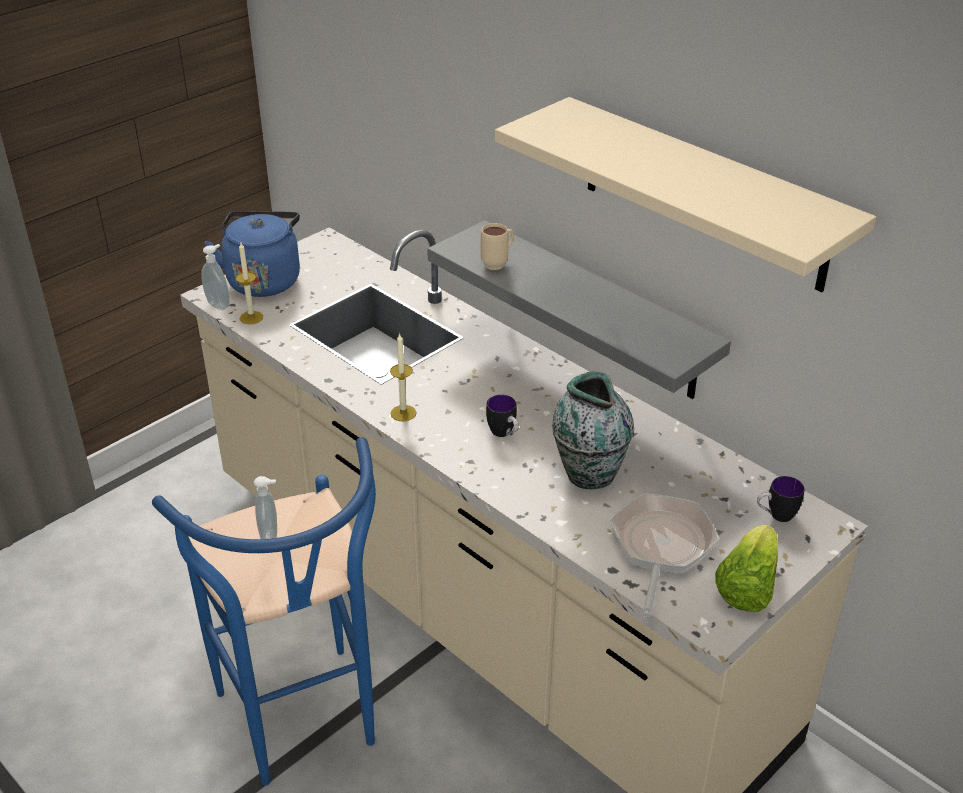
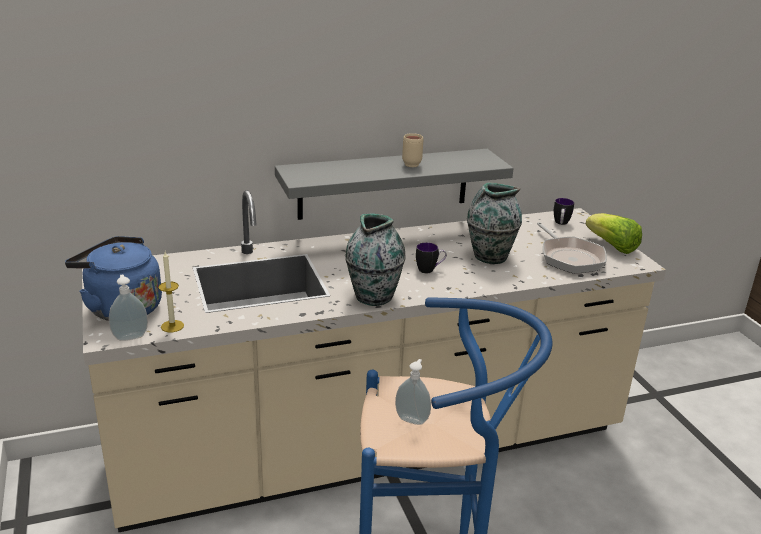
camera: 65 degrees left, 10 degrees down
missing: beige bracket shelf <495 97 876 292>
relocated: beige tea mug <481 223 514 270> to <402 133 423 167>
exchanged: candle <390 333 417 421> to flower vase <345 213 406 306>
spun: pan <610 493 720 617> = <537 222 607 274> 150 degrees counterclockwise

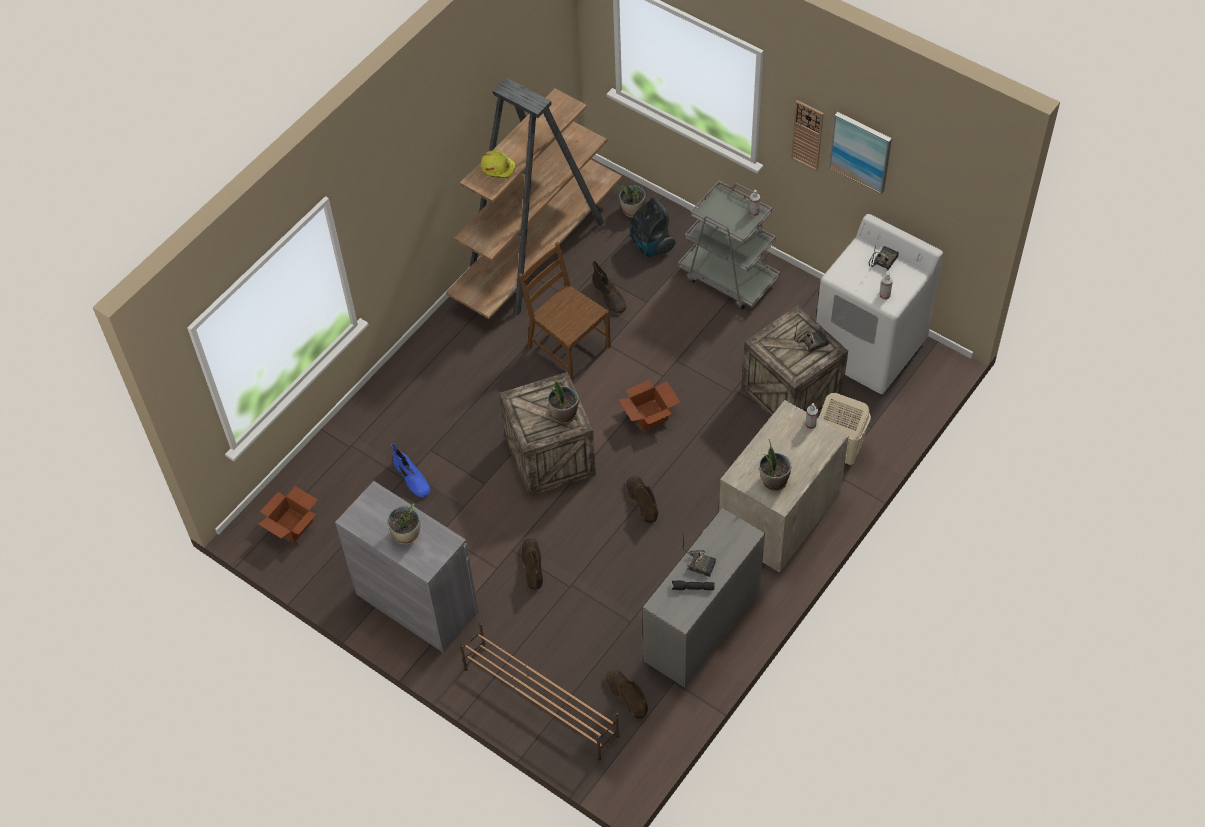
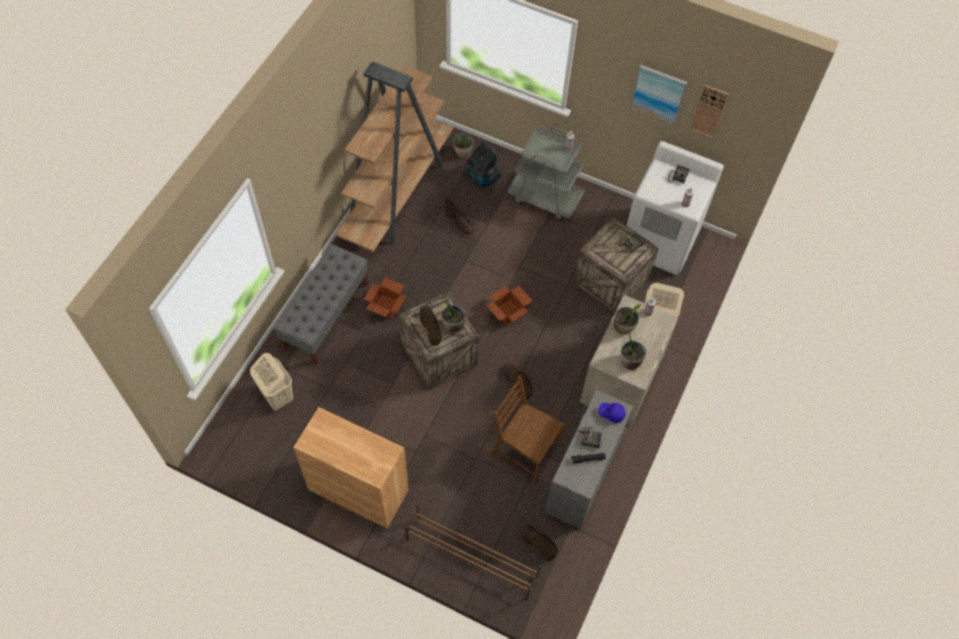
camera: 15 degrees left, 5 degrees up
missing: blue tall boot <391 443 431 497>; yellowish safety helmet <481 151 515 179>
appeared: beige hamper <250 353 293 411>; greyish long seat <274 244 368 365>; blue cap <598 403 626 423>
relocated: packing box <258 486 318 543> to <364 278 406 319>; houseplant <387 504 420 544> to <614 304 642 335>; brown plain chair <519 242 611 382> to <491 376 565 483>; brown tall boot <521 538 543 590> to <419 306 442 346>; clock on the wall <791 100 824 171> to <691 85 729 139>
colour: greyish cupboard <335 481 479 653> to brown cupboard <293 407 409 529>

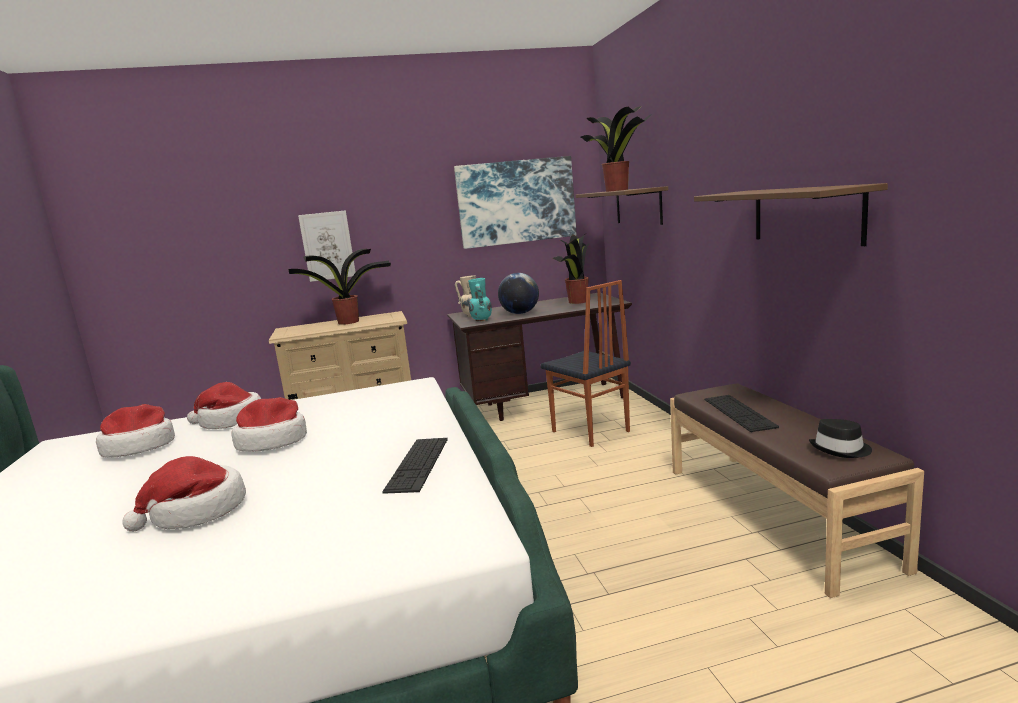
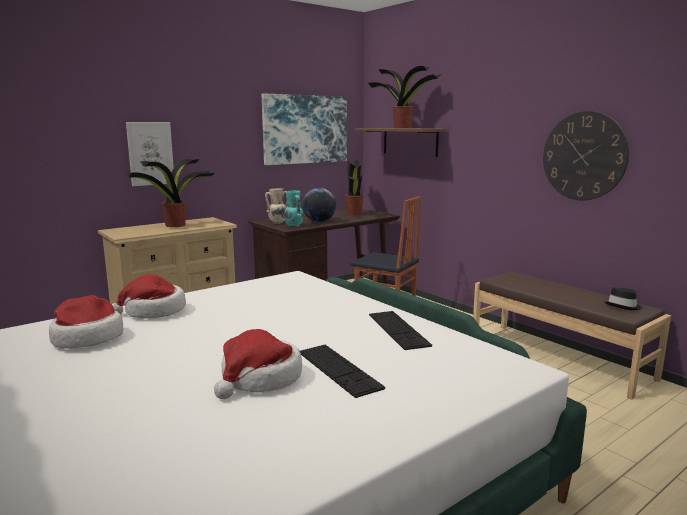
camera: 25 degrees left, 0 degrees up
missing: wearable hat <231 397 307 452>
relocated: PC keyboard <705 395 779 432> to <300 345 385 398>
exchanged: brown bracket shelf <694 183 888 246> to clock on the wall <543 111 629 200>

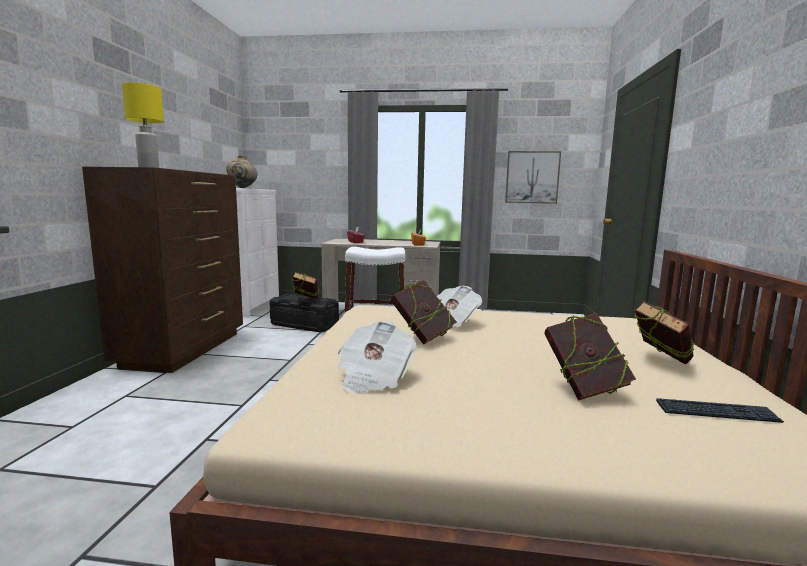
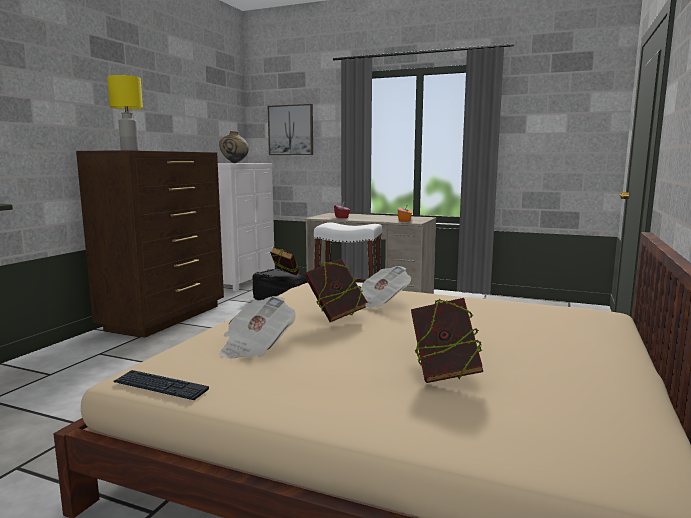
camera: 15 degrees right, 0 degrees up
missing: bound book <635 301 695 365>
relocated: wall art <505 151 561 204> to <268 104 313 155>; PC keyboard <656 398 784 423> to <113 370 209 400>

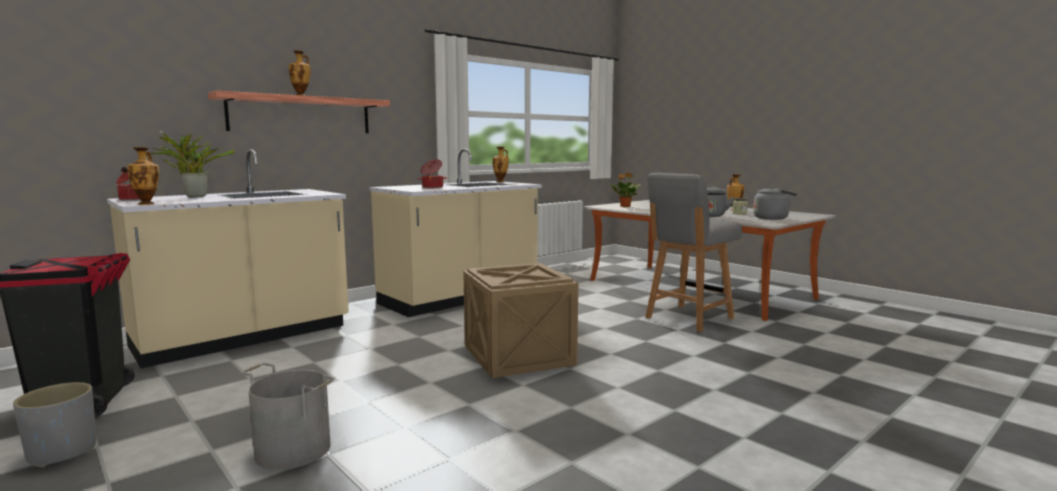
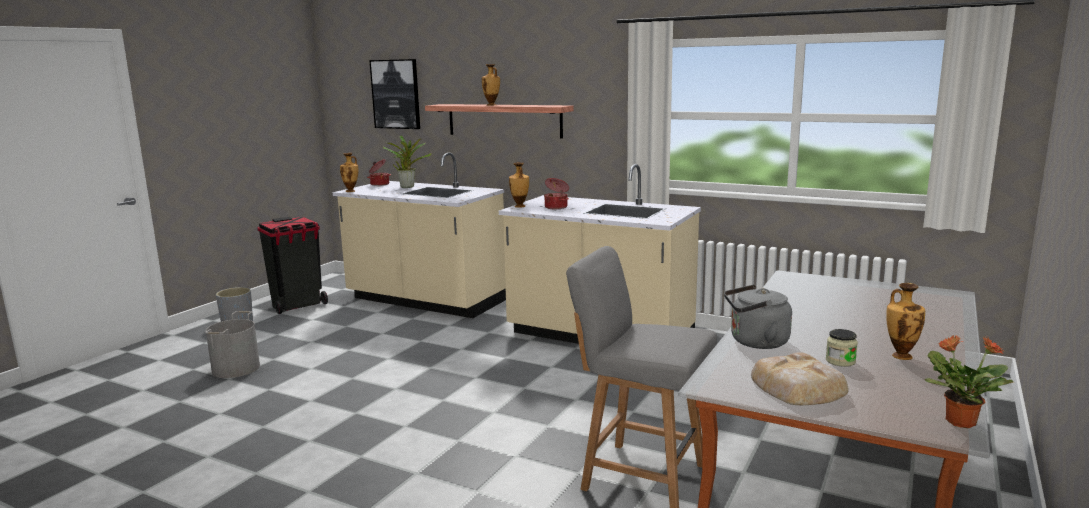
camera: 70 degrees right, 5 degrees up
missing: shipping crate <463 263 578 378>
appeared: wall art <369 59 420 129>
relocated: flower vase <493 147 509 182> to <509 162 529 208>; houseplant <610 173 640 207> to <925 335 1014 428>
exchanged: greyish tea kettle <753 186 797 220> to bread <751 352 849 405>

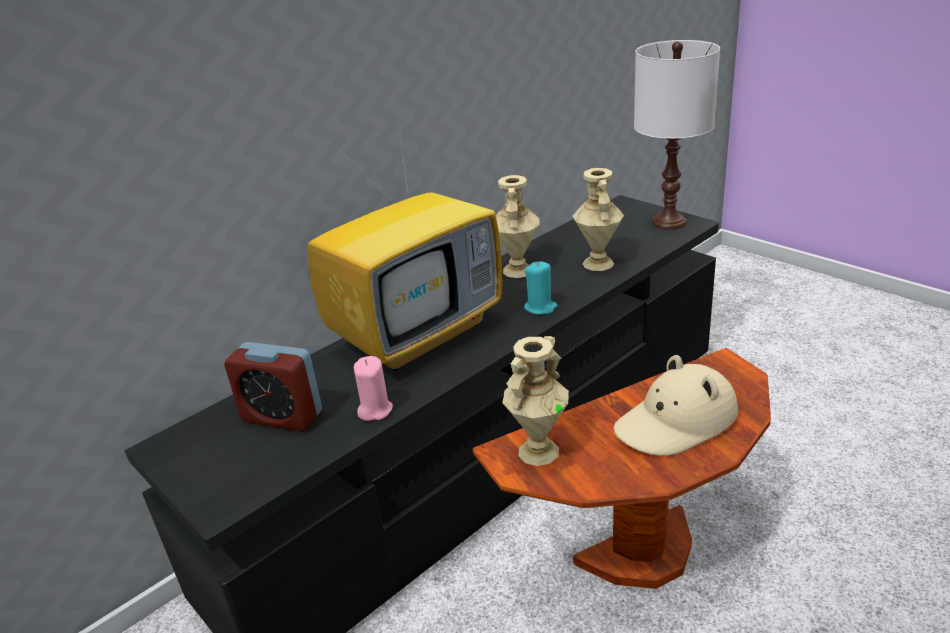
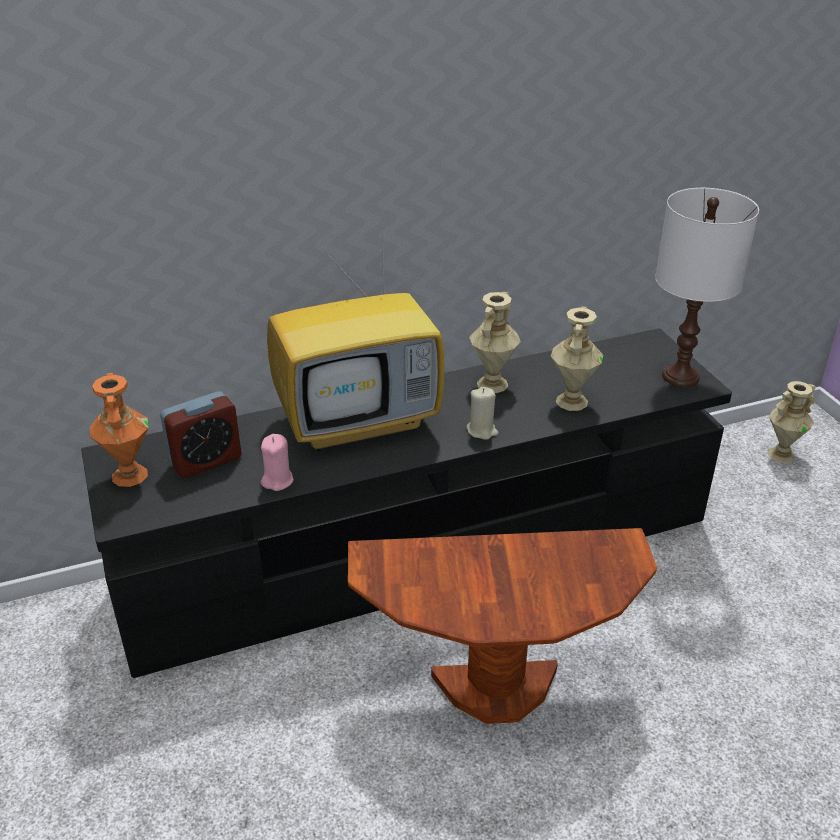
camera: 20 degrees right, 5 degrees up
missing: beige wearable hat <614 355 738 456>
appeared: orange-coloured flower vase <90 373 148 487>
relocated: beige flower vase <502 336 569 466> to <768 381 816 463>
colour: turquoise candle <524 262 557 315> to beige candle <467 387 499 440>
spun: table clock <224 342 322 431> = <160 391 242 478> 75 degrees counterclockwise

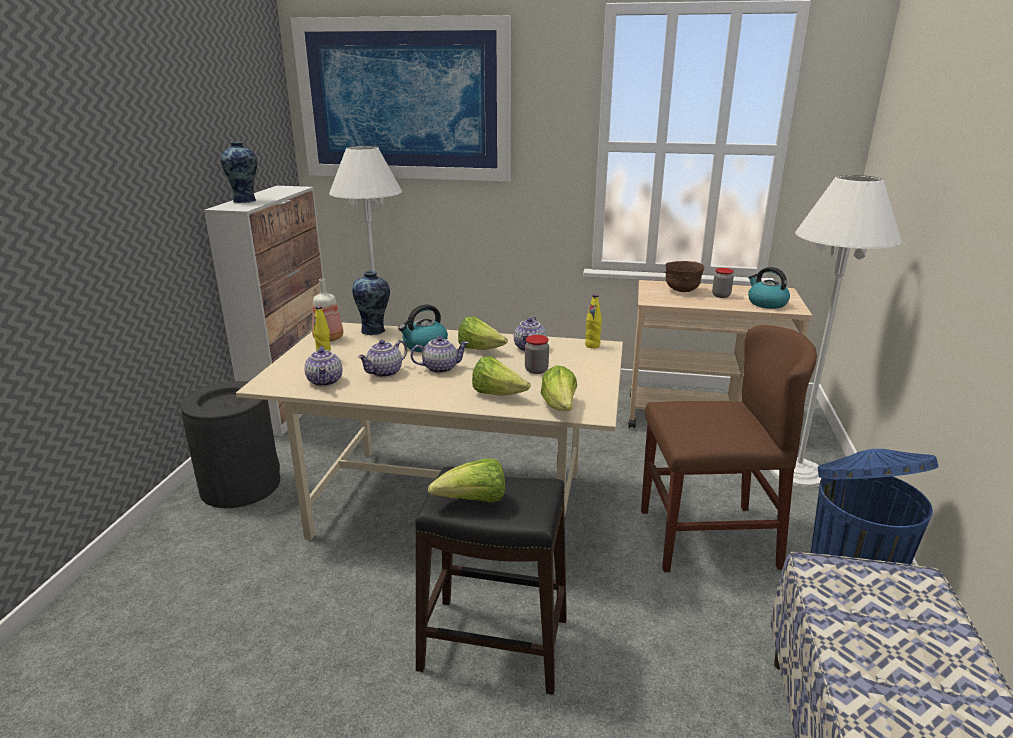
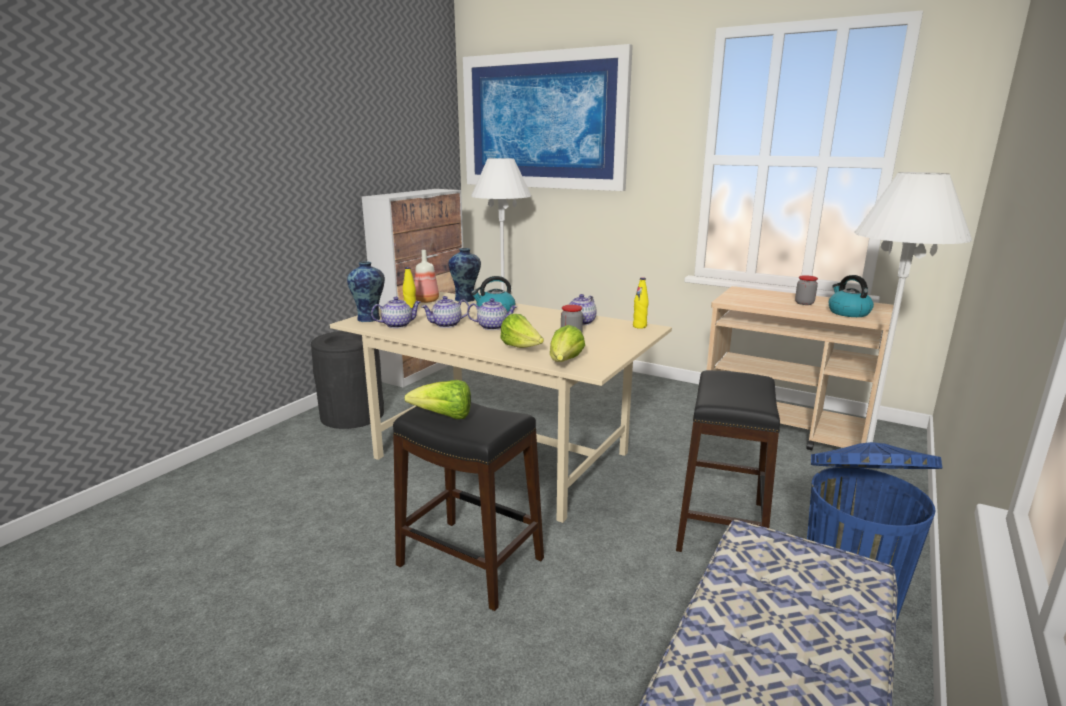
camera: 20 degrees right, 5 degrees down
missing: lettuce head <458 317 508 350>; brown bowl <665 261 705 292>
relocated: flower vase <220 142 257 203> to <347 261 385 322>
exchanged: brown plain chair <641 325 817 572> to black stool <676 370 780 552>
spun: pot for tea <304 346 342 387> = <371 297 421 328> 120 degrees counterclockwise

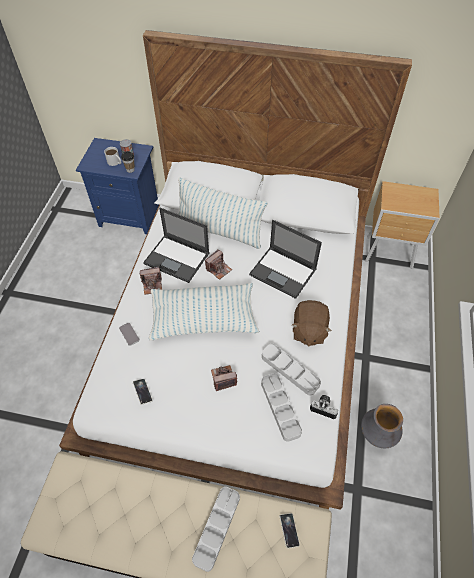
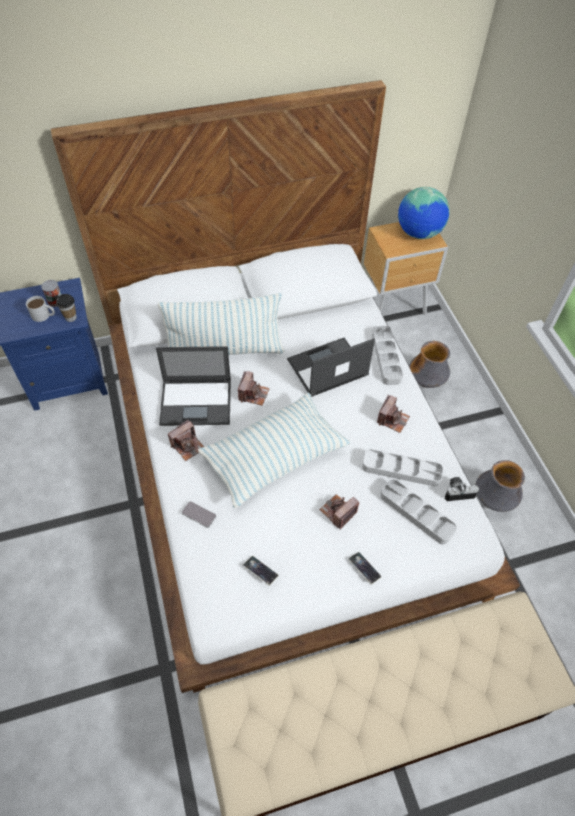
camera: 30 degrees left, 0 degrees up
appeared: desk globe <398 187 450 239>; flower vase <409 341 450 388>
relocated: greyish carrying tray <192 487 240 572> to <372 326 403 385>; telephone <279 513 300 548> to <348 552 381 585>
exchanged: brown cuddly toy <292 300 331 347> to still camera <377 394 410 433>
spun: laptop <249 220 322 299> = <287 338 375 397> 150 degrees clockwise

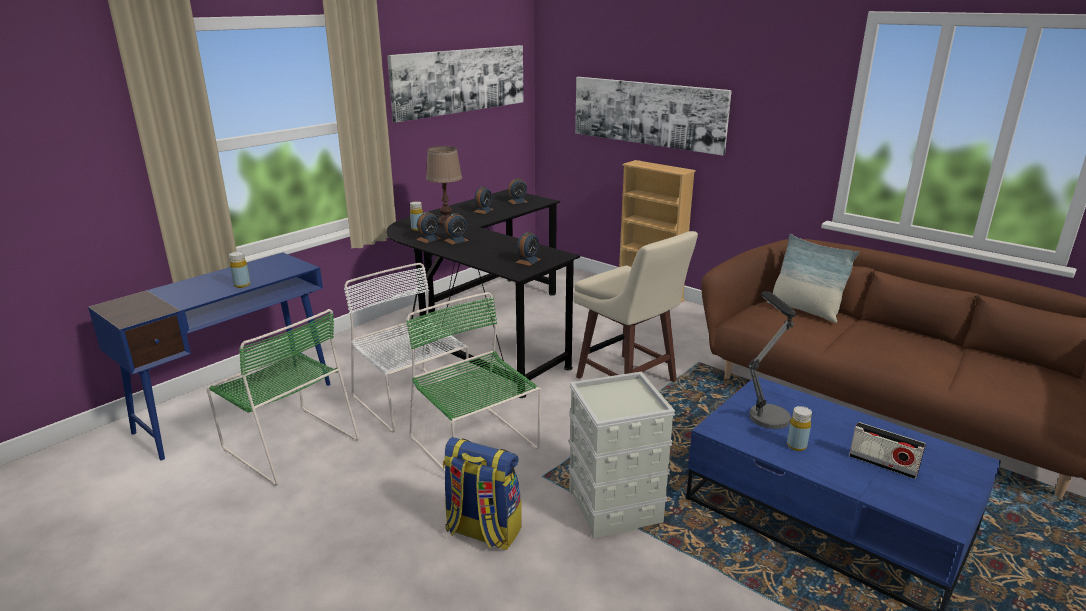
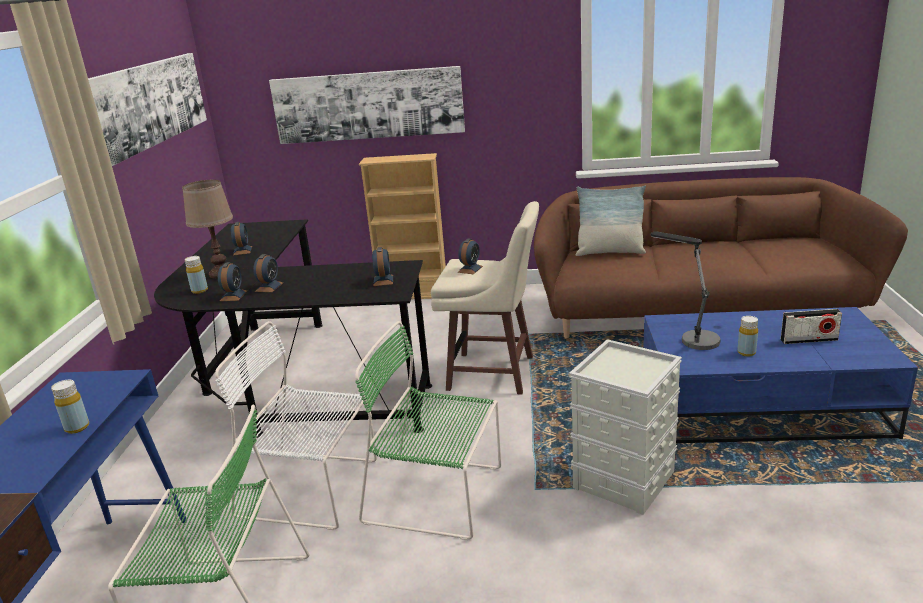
camera: 35 degrees left, 0 degrees up
missing: knapsack <443 437 522 550>
relocated: table clock <508 178 527 204> to <457 239 483 274>

